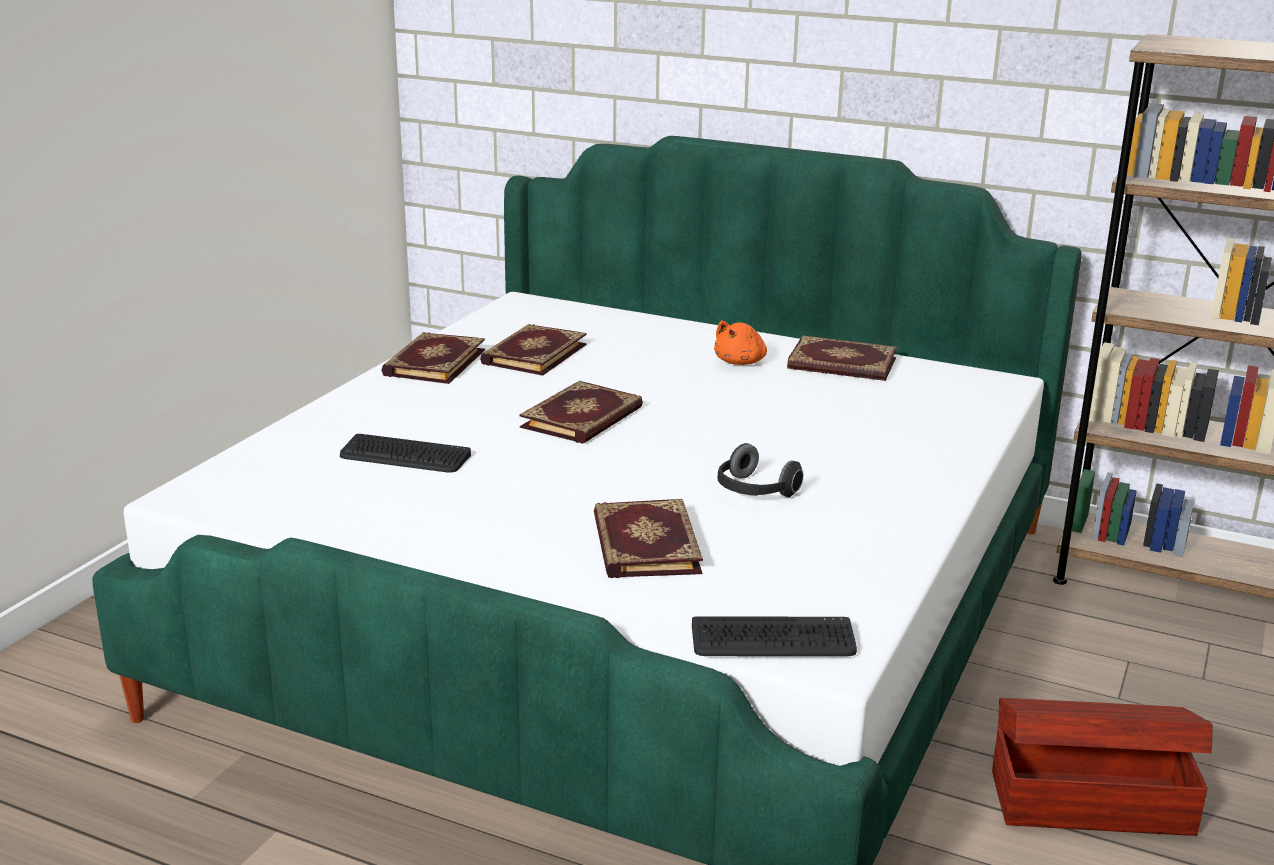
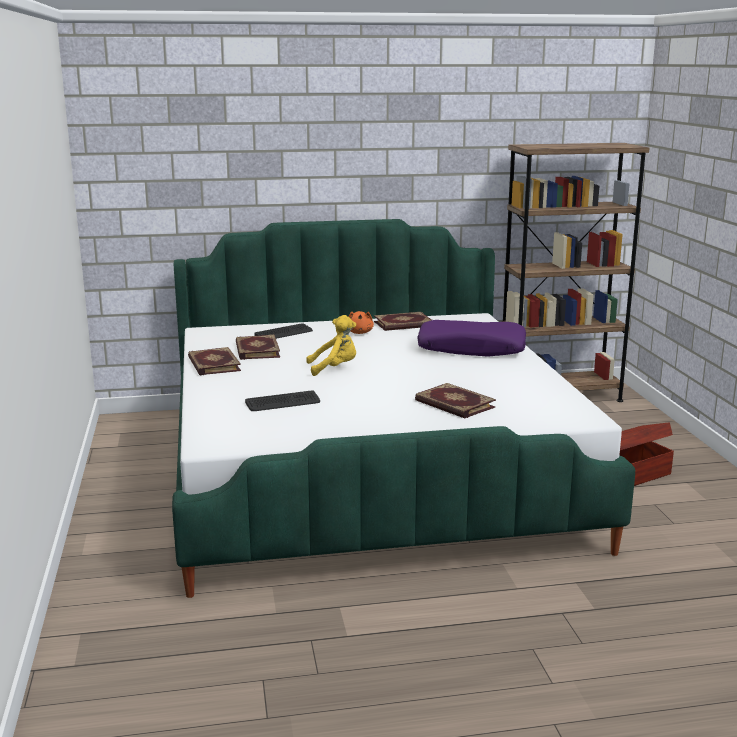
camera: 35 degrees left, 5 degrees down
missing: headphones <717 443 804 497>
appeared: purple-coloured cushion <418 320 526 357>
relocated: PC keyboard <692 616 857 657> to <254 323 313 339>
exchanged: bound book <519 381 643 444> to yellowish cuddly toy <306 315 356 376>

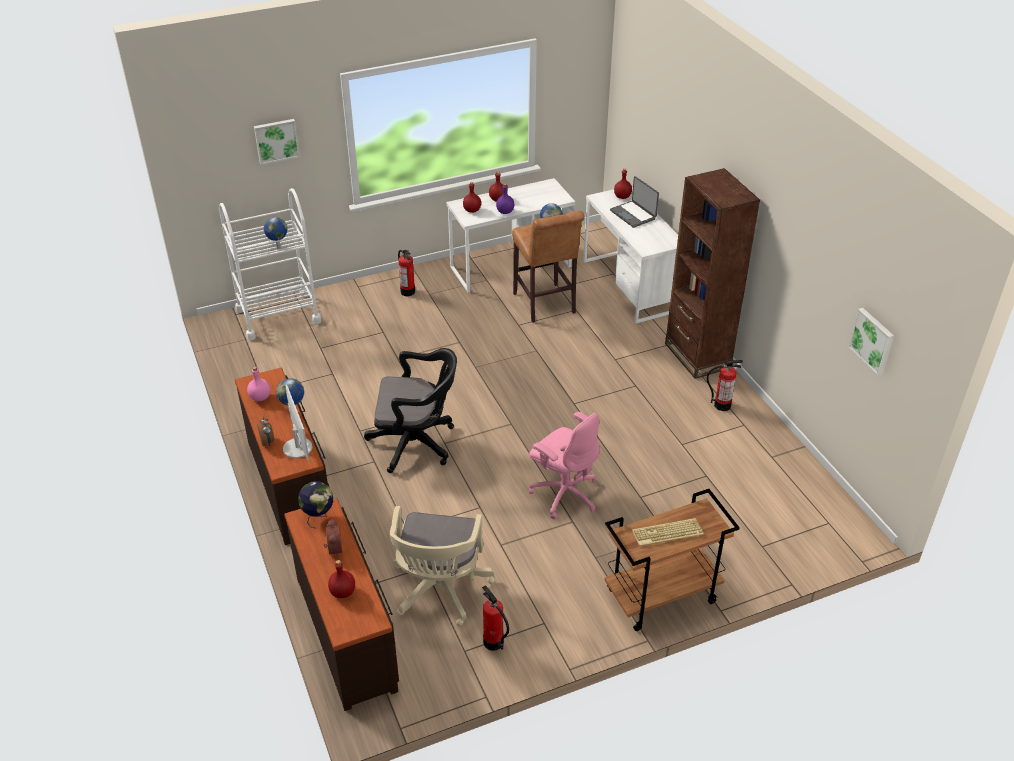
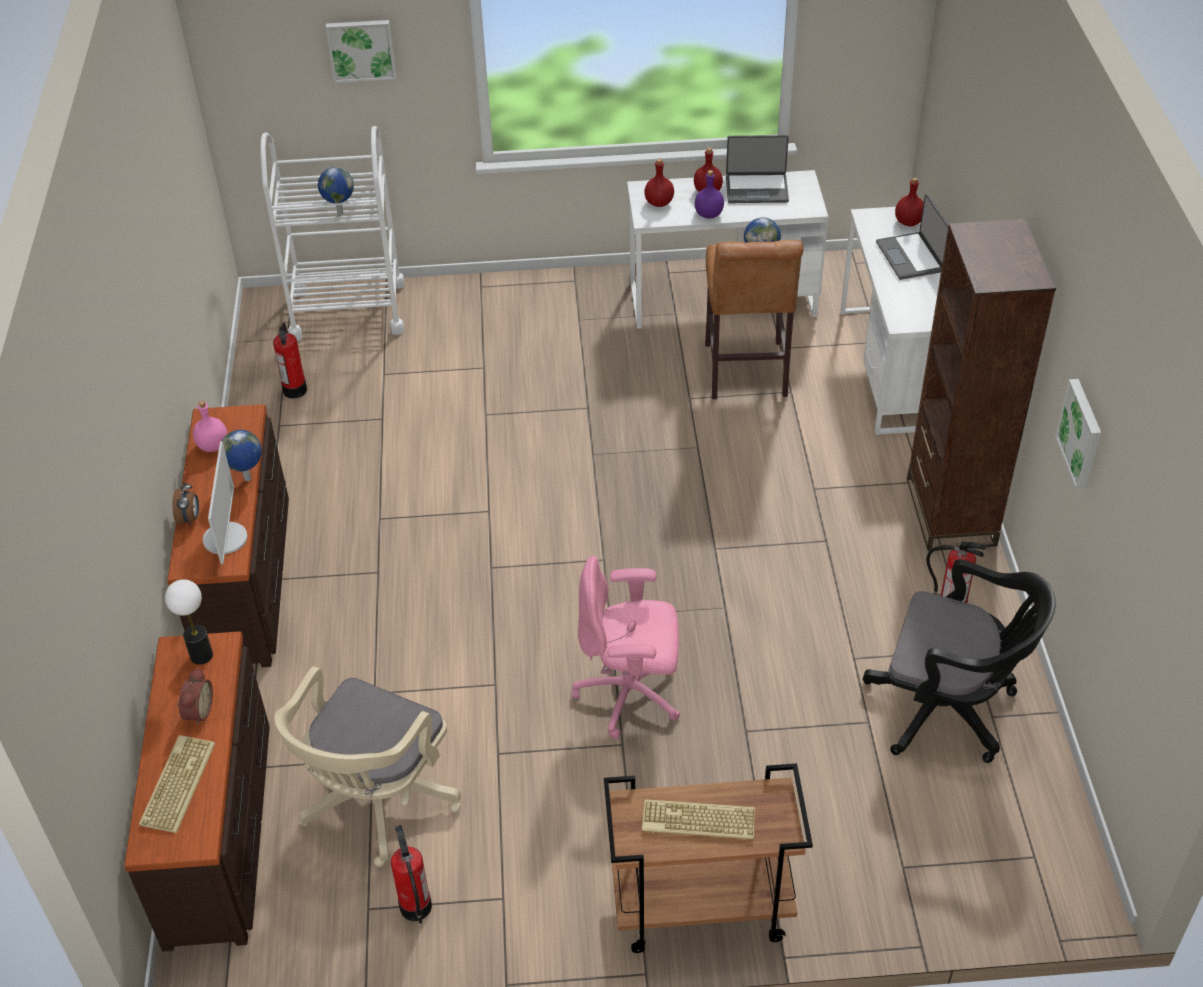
camera: 20 degrees right, 5 degrees up
appeared: laptop <726 135 789 203>
relocated: black computer chair <364 348 457 473> to <863 559 1056 763>; fire-fighting cylinder <398 250 415 296> to <273 323 307 399>; wall art <848 308 894 375> to <1055 379 1101 490>
exchanged: desk globe <298 481 333 528> to lamp for a table <165 579 213 665>; reddish beverage bottle <328 560 355 598> to PC keyboard <139 735 215 833>
spun: pink-coloured computer chair <529 412 600 519> = <572 556 680 739> 120 degrees clockwise

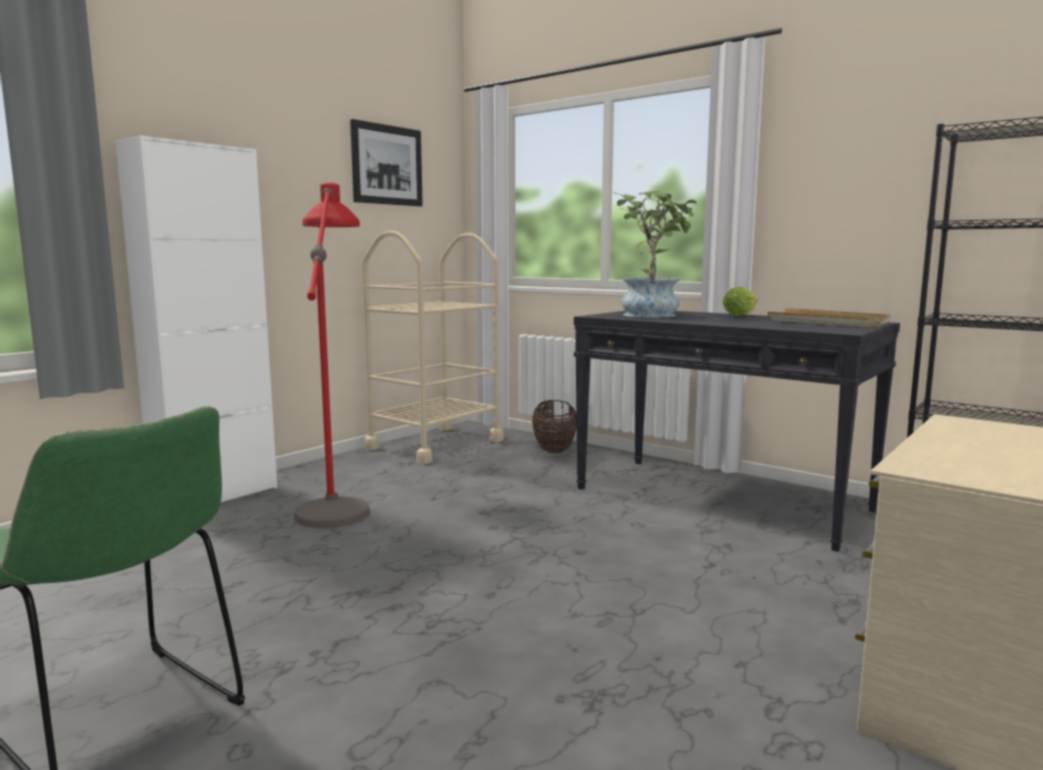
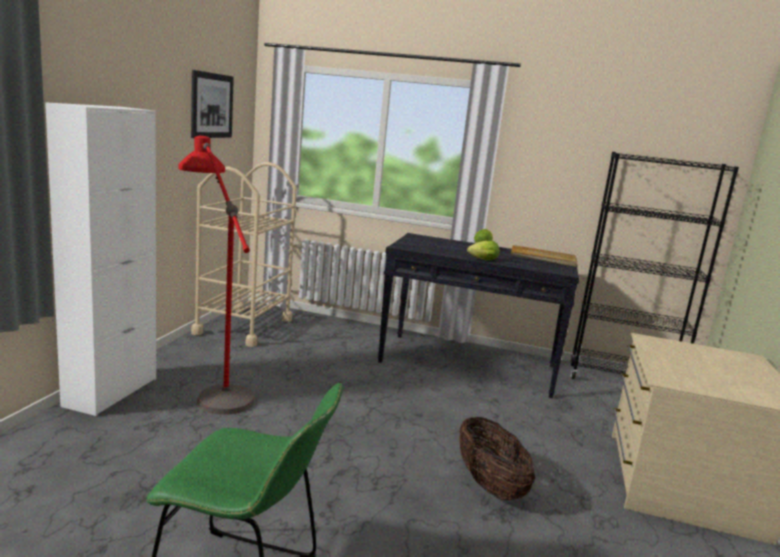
camera: 25 degrees left, 5 degrees up
missing: houseplant <616 190 697 318>
appeared: lettuce head <467 240 499 260>
relocated: household basket <532 400 577 454> to <459 417 535 500>

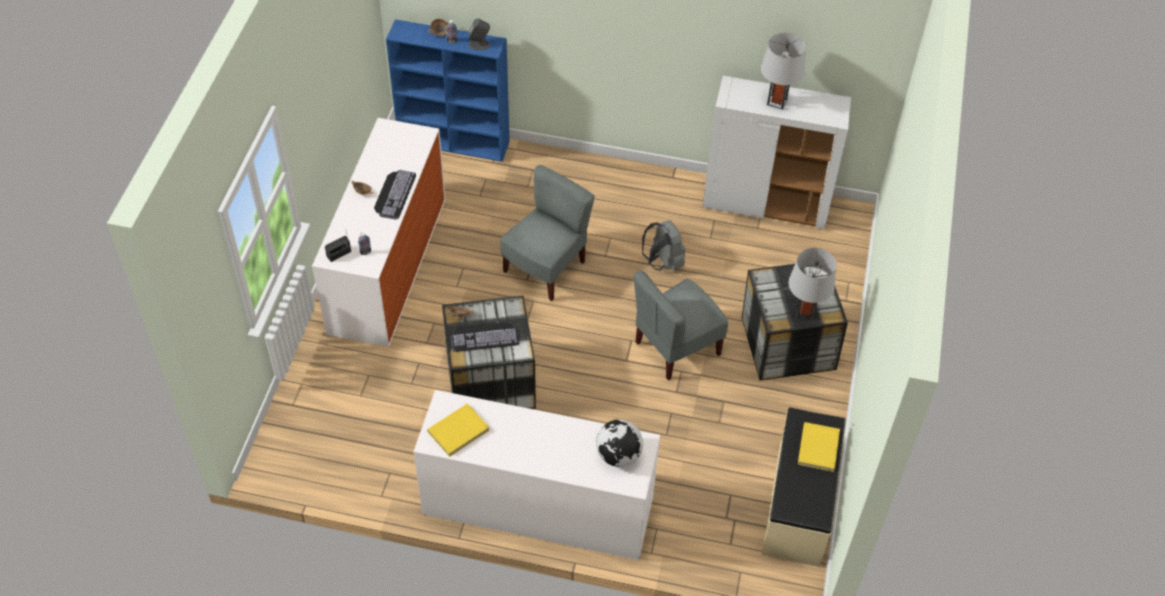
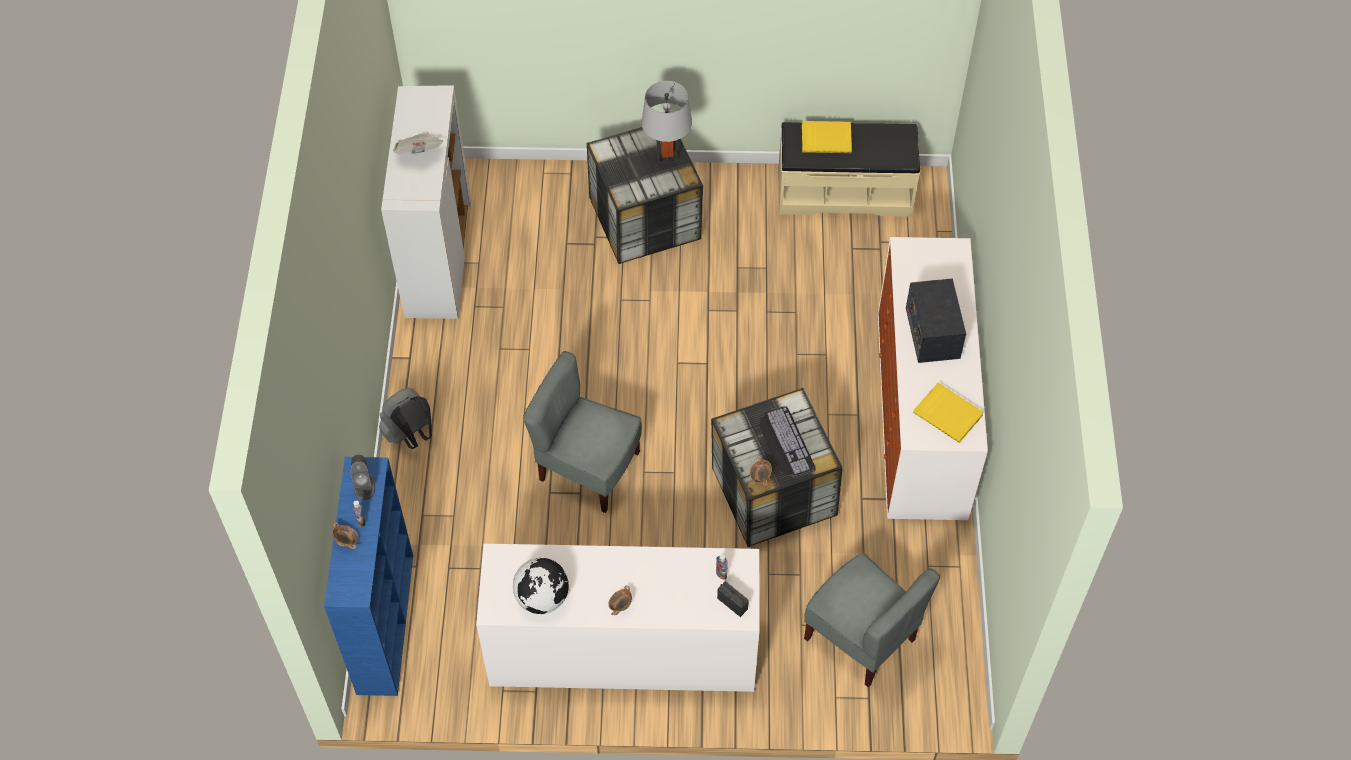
camera: 100 degrees left, 5 degrees up
missing: PC keyboard <374 170 416 220>
appeared: radio set <906 278 966 363>
relocated: desk globe <596 420 643 467> to <513 558 569 614>; greyish plain chair <634 270 728 380> to <804 553 940 687>; greyish knapsack <642 220 686 270> to <379 388 432 449>
exchanged: greyish lamp for a table <761 33 806 110> to printed paper <393 132 443 155>

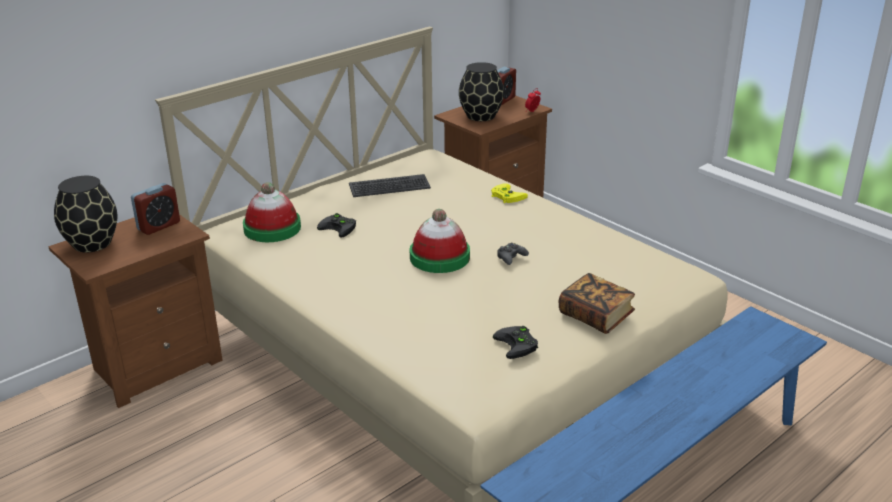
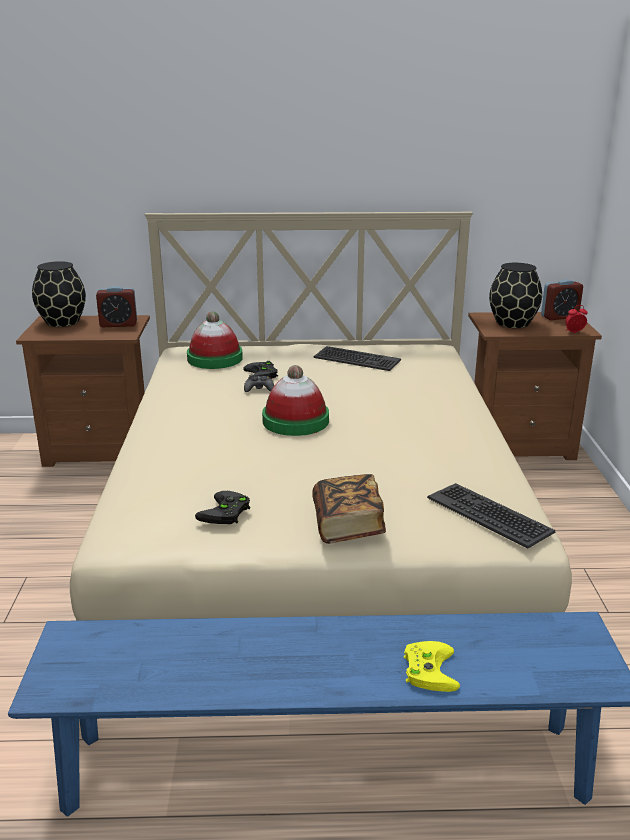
camera: 40 degrees right, 5 degrees down
appeared: PC keyboard <427 483 555 548>
relocated: yellowish gamepad <491 183 528 203> to <404 641 460 692>; black gamepad <497 243 529 265> to <244 375 274 392>

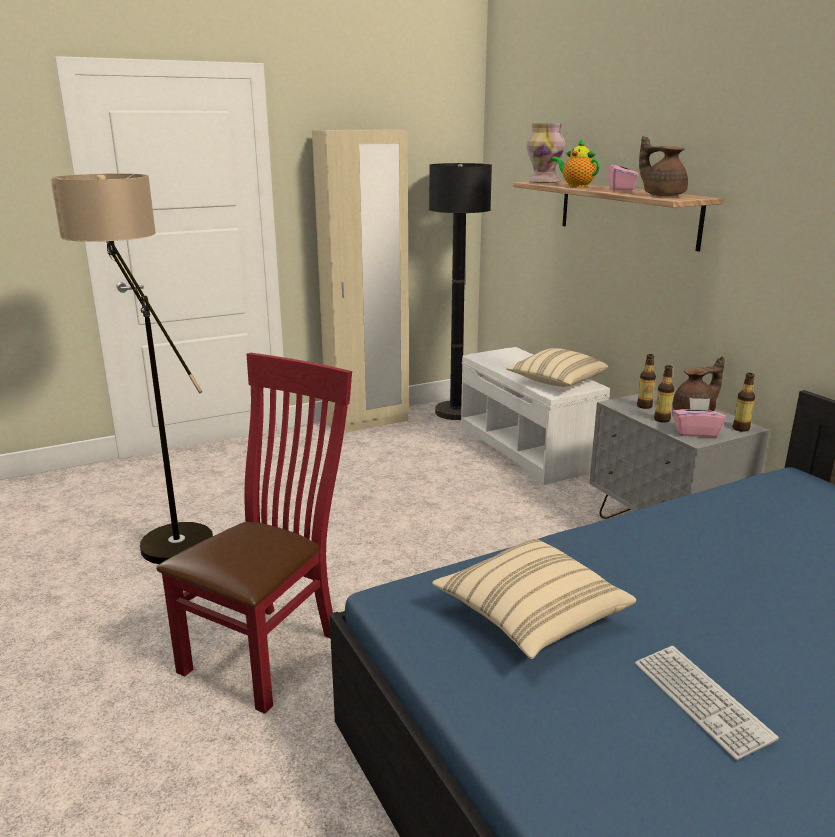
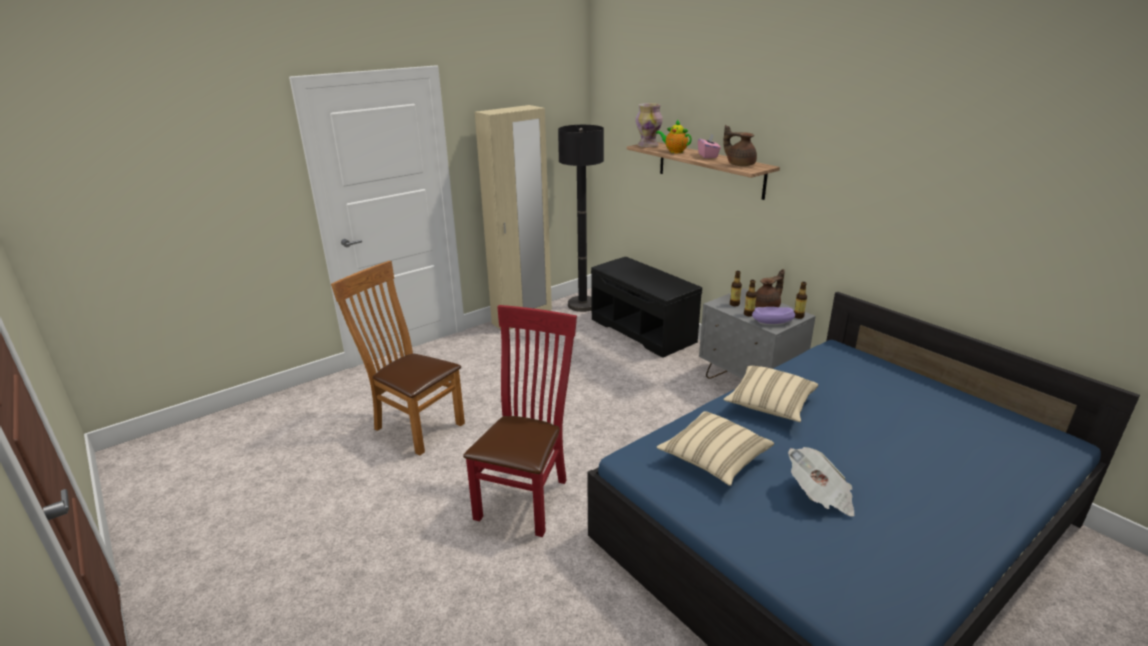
camera: 10 degrees left, 5 degrees up
relocated: beige cushion <506 348 608 387> to <723 366 818 422>
exchanged: floor lamp <50 174 213 564> to brown plain chair <331 261 465 455>; PC keyboard <635 646 779 760> to printed paper <788 447 855 516>; pink-coloured tissue box <673 398 726 437> to purple-coloured bowl <752 307 795 325>
colour: whitish long seat <461 347 610 485> to black long seat <591 257 702 358>

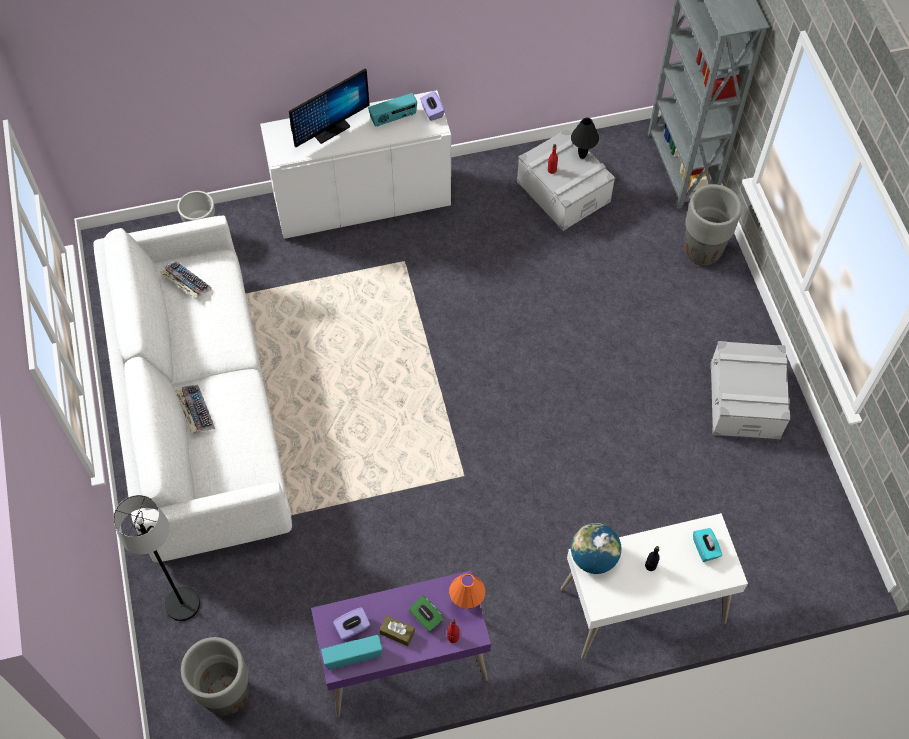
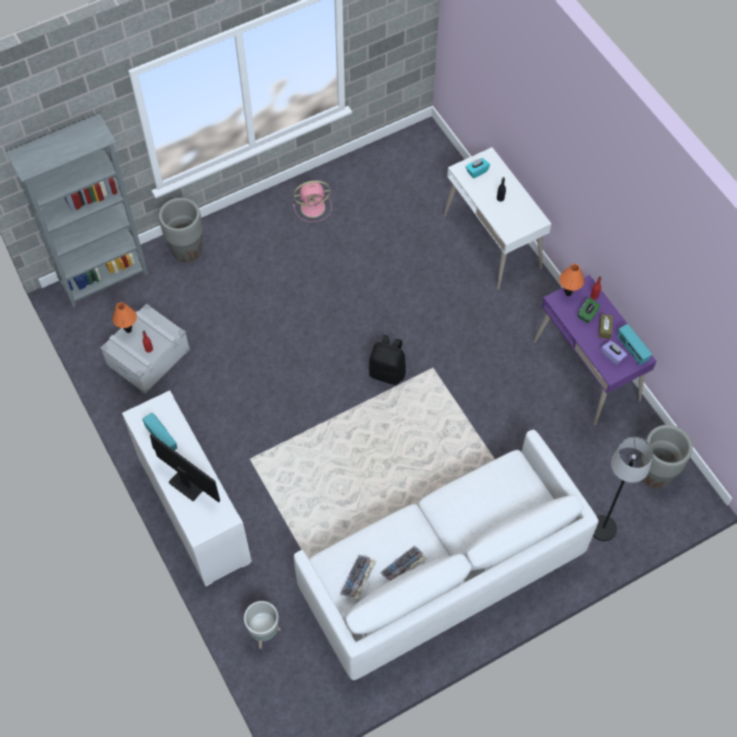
camera: 105 degrees left, 0 degrees up
missing: purple-coloured tissue box <420 91 445 121>; desk globe <571 523 621 574>
appeared: black knapsack <369 335 406 385>
relocated: PC keyboard <175 385 215 433> to <380 546 427 581>
exchanged: greyish storage box <710 341 790 439> to pink-coloured fan <293 180 332 222>
colour: black lamp for a table <571 117 599 159> to orange-coloured lamp for a table <112 302 137 333>

